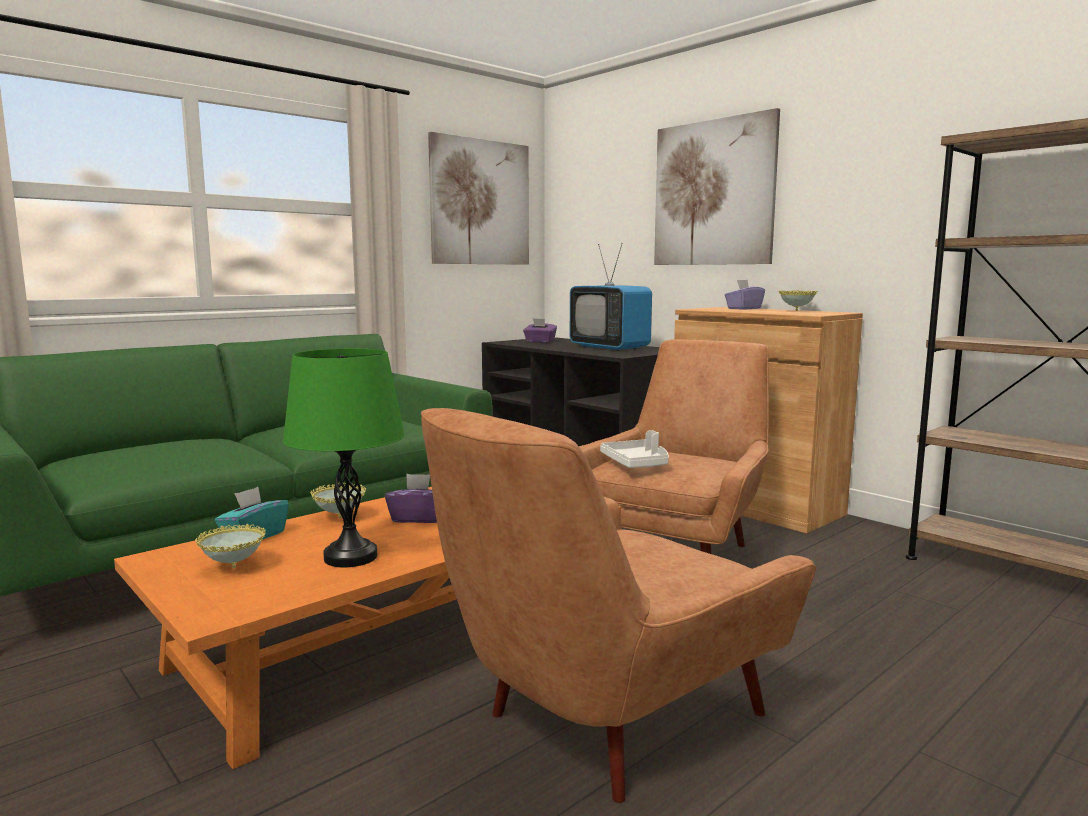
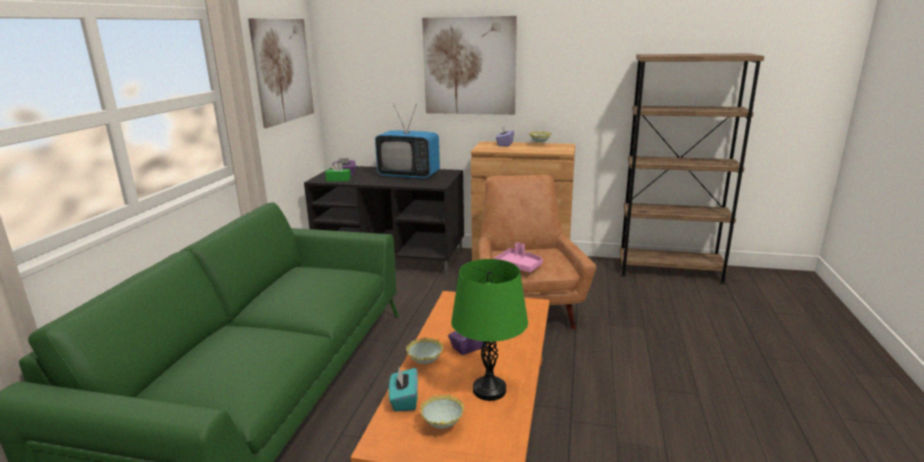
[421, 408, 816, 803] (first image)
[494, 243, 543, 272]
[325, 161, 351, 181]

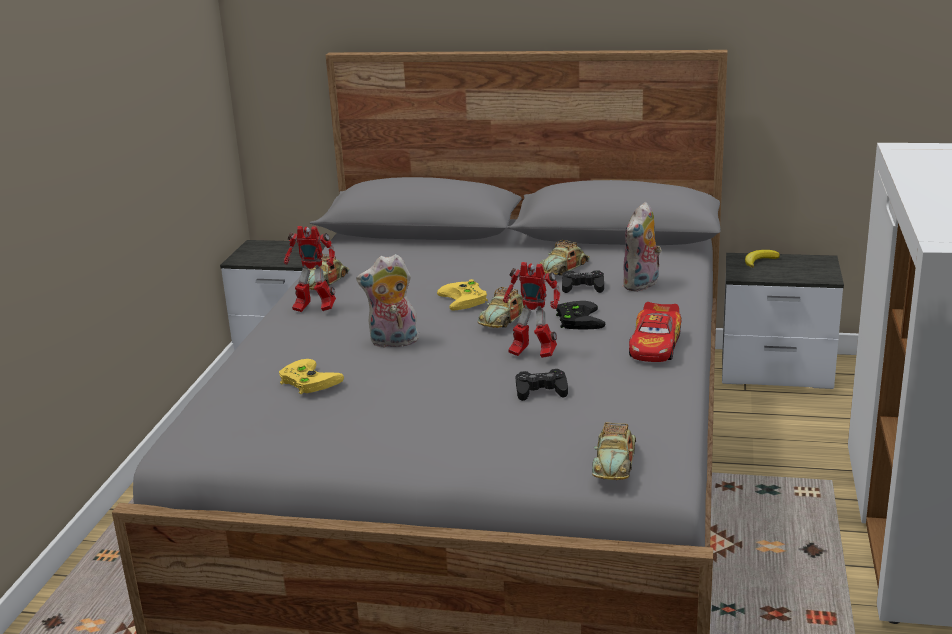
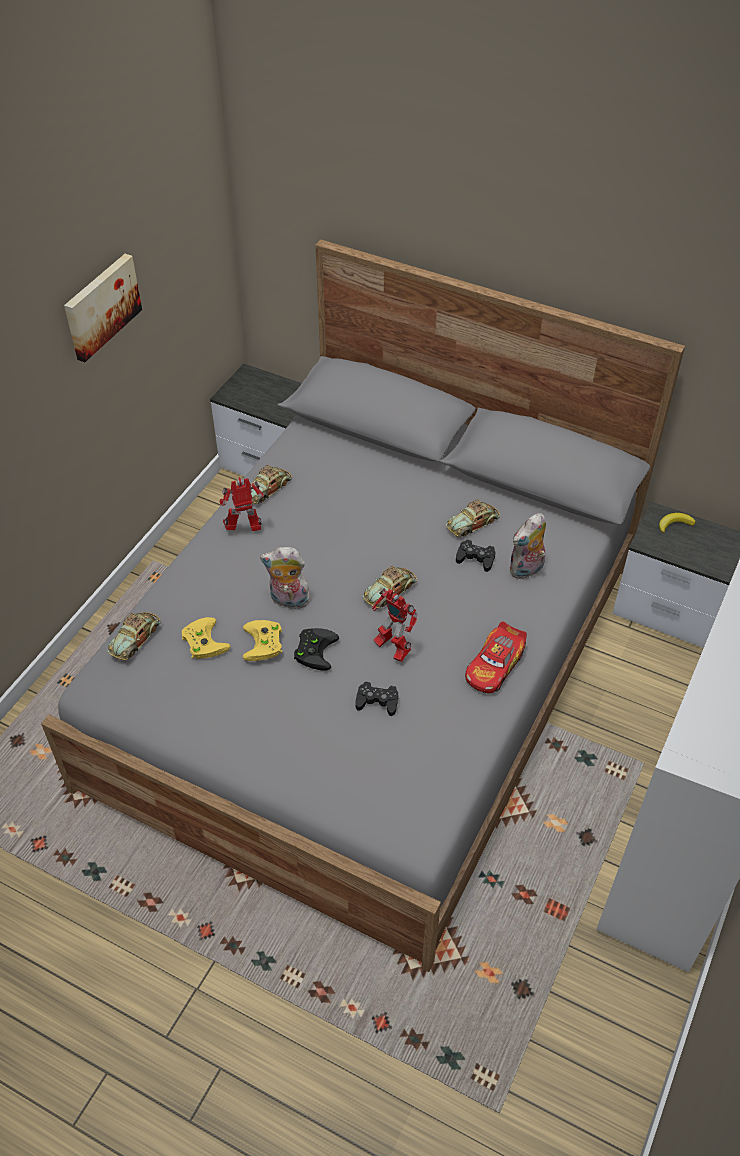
[220, 477, 264, 531]
[243, 620, 282, 661]
[294, 628, 339, 671]
[107, 612, 161, 660]
[64, 254, 142, 362]

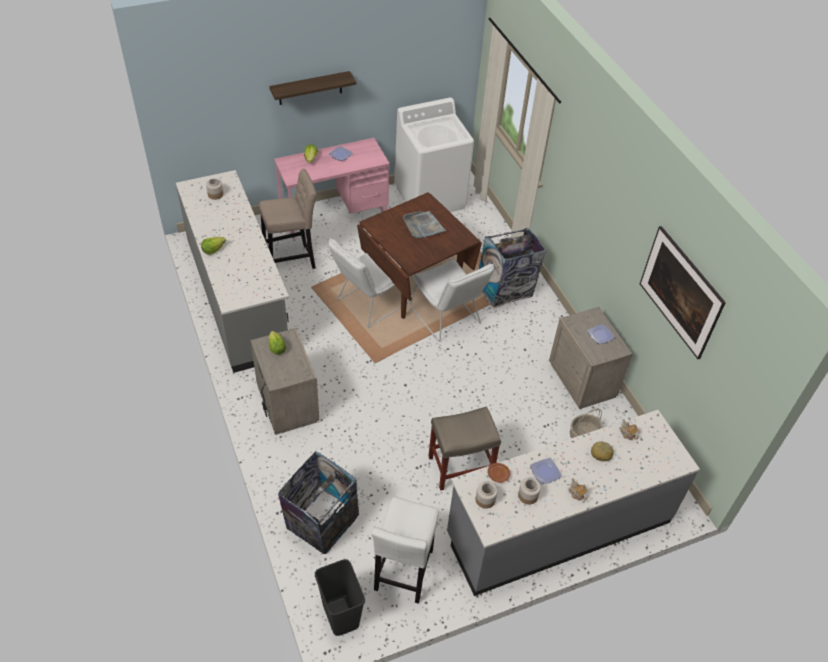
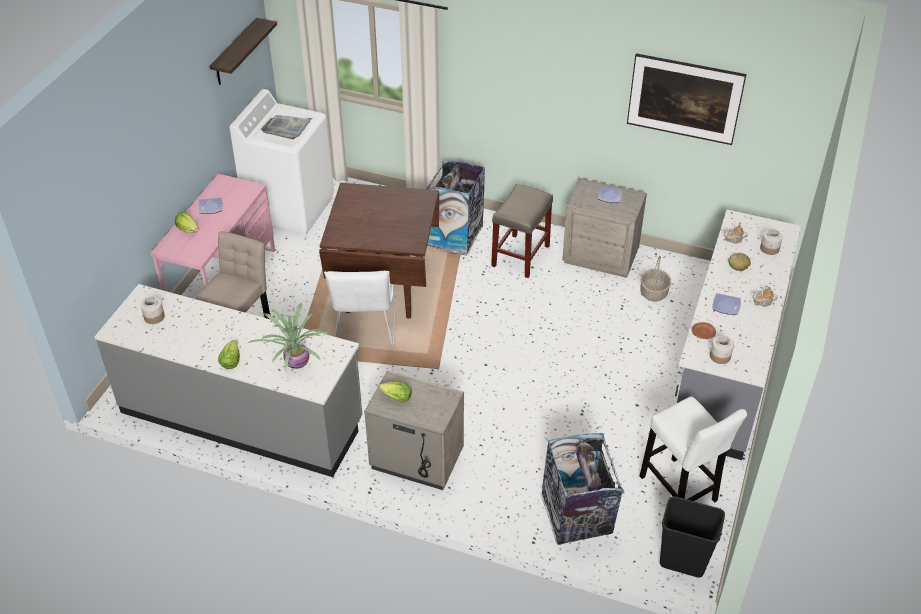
[210, 18, 277, 85]
[261, 115, 312, 139]
[410, 259, 494, 342] (first image)
[491, 184, 553, 278]
[760, 229, 783, 255]
[248, 302, 330, 372]

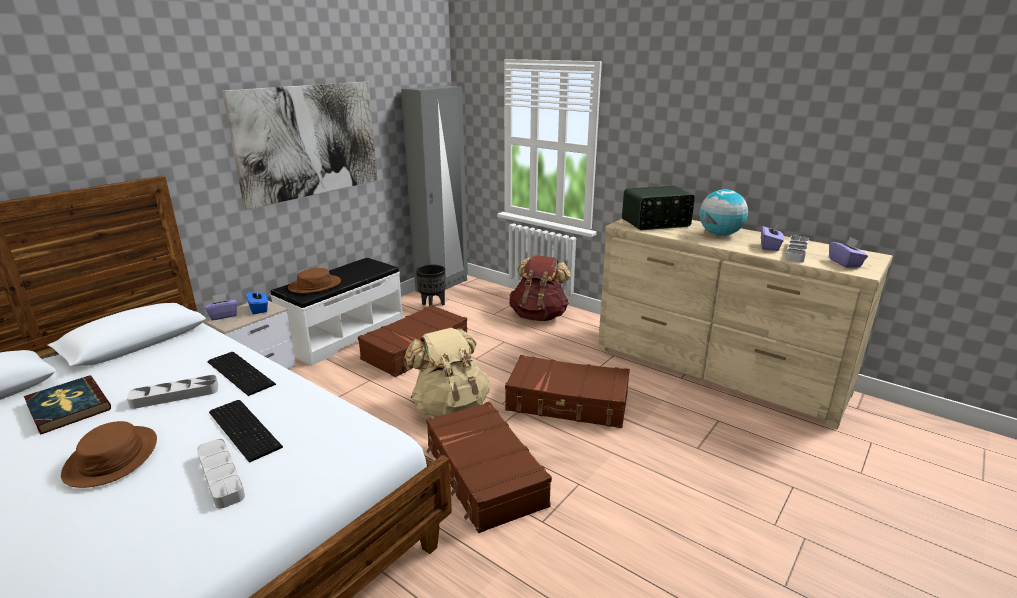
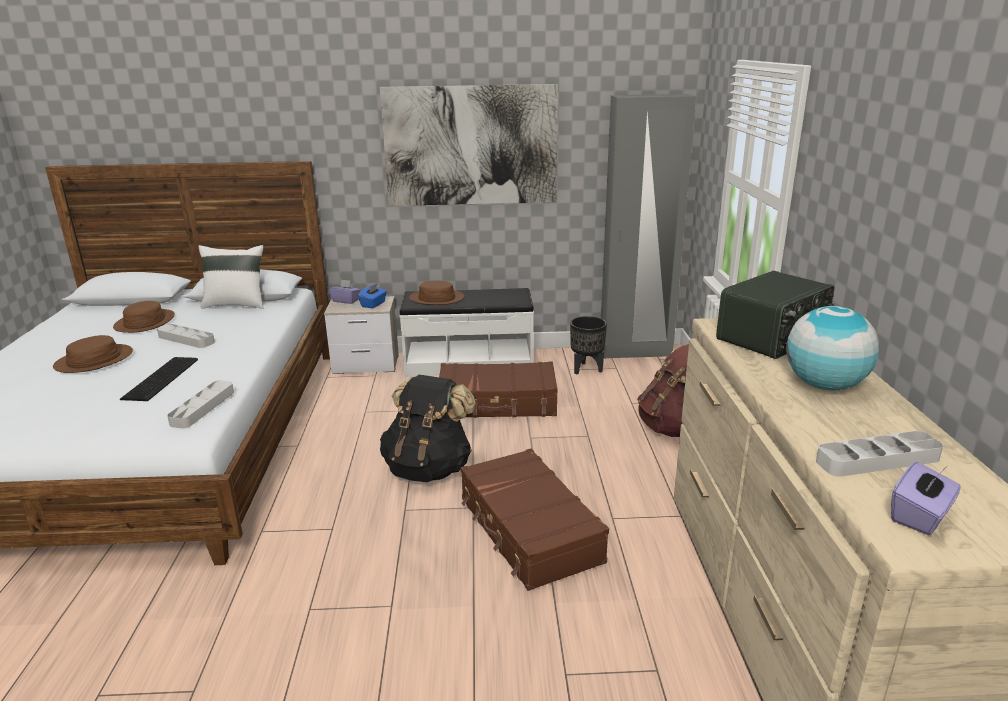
[113, 301, 175, 333]
[167, 380, 234, 429]
[207, 352, 276, 396] (first image)
[380, 375, 476, 482]
[426, 402, 552, 533] (first image)
[716, 271, 835, 359]
[761, 223, 784, 251] (first image)
[198, 245, 263, 309]

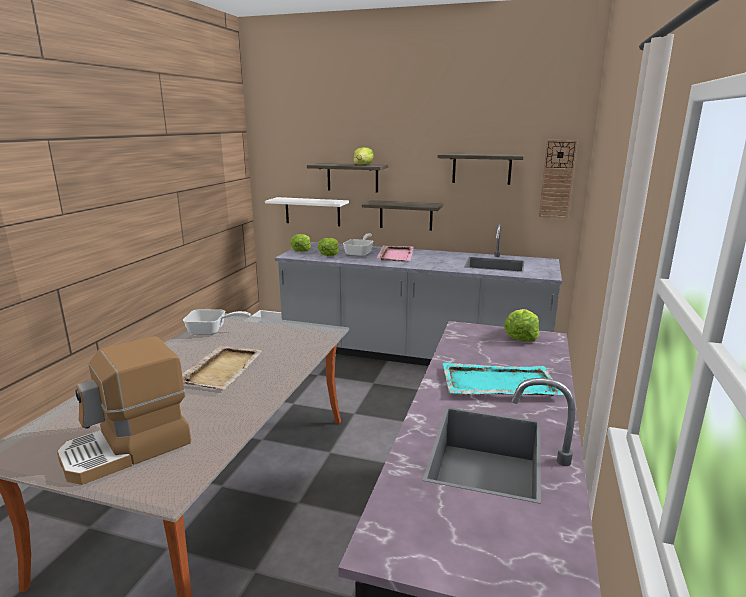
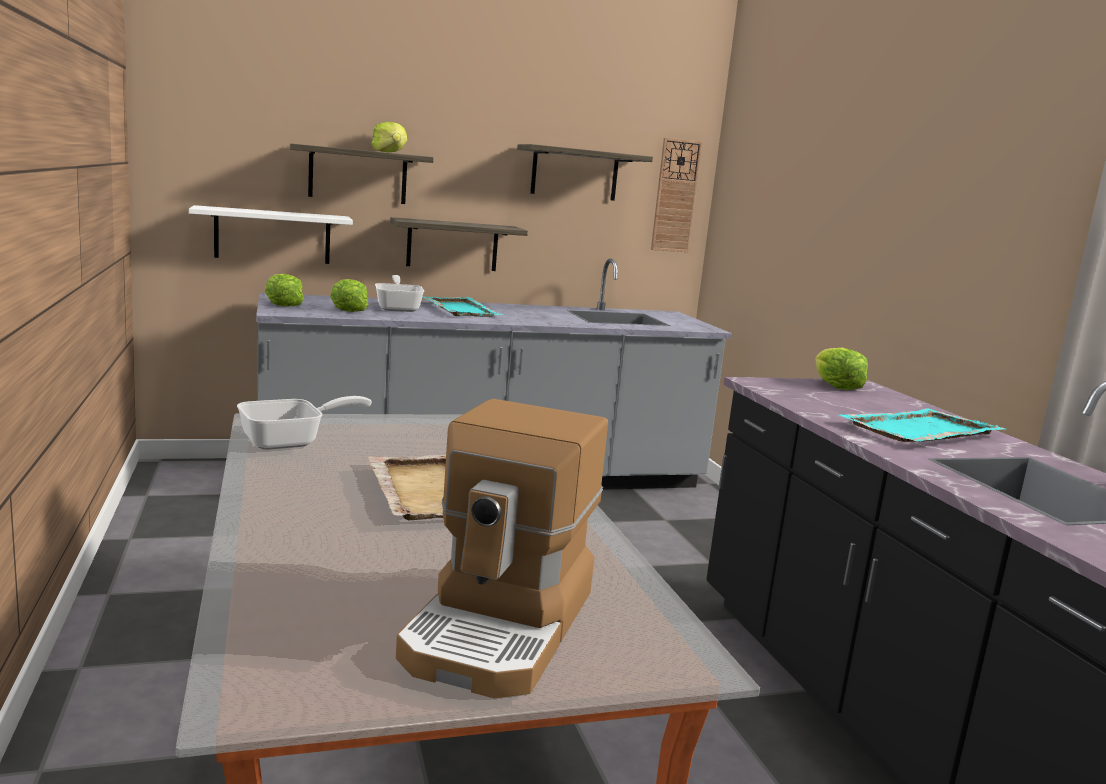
[422, 296, 503, 317]

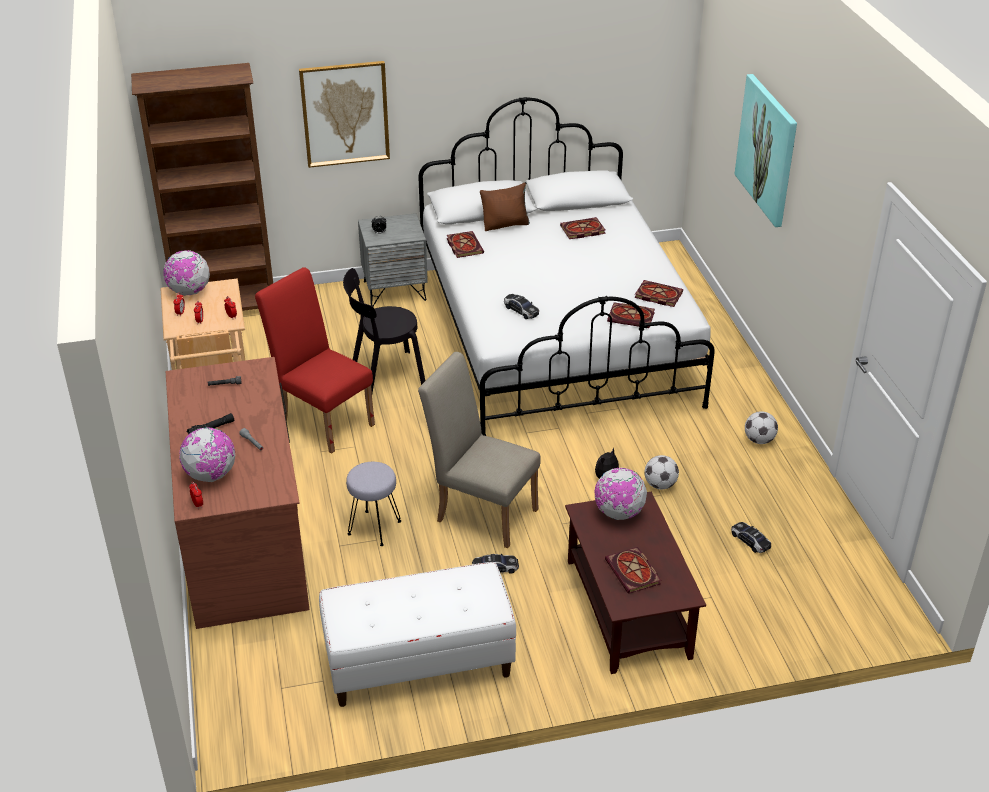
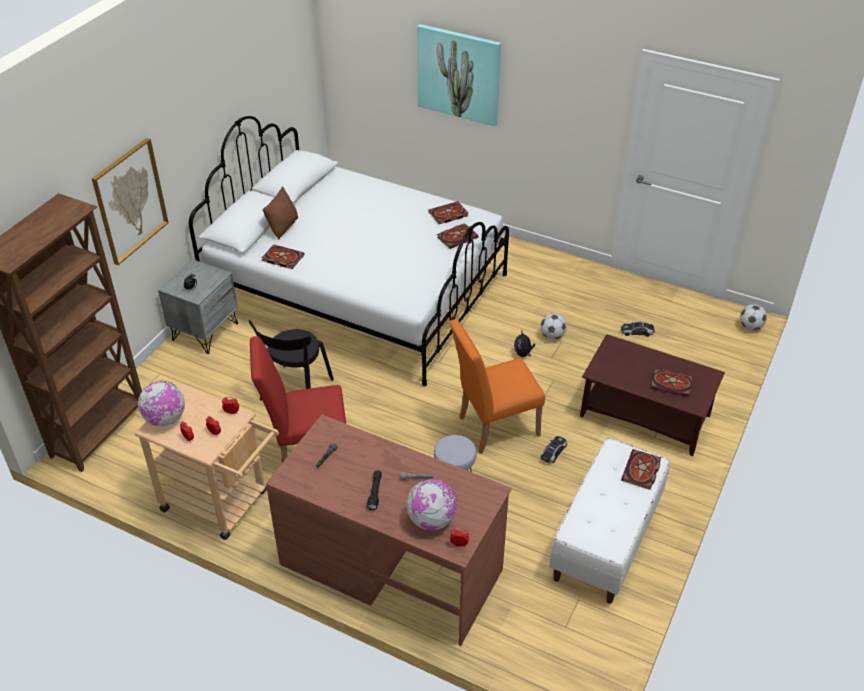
[449, 319, 545, 454]
[504, 294, 539, 319] (first image)
[621, 449, 661, 490]
[595, 468, 647, 520] (first image)
[740, 304, 767, 330]

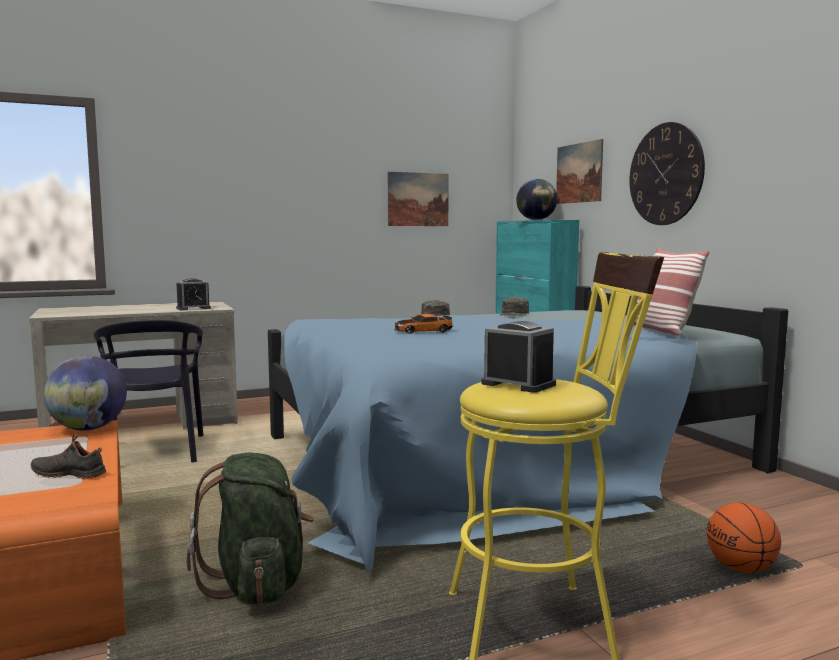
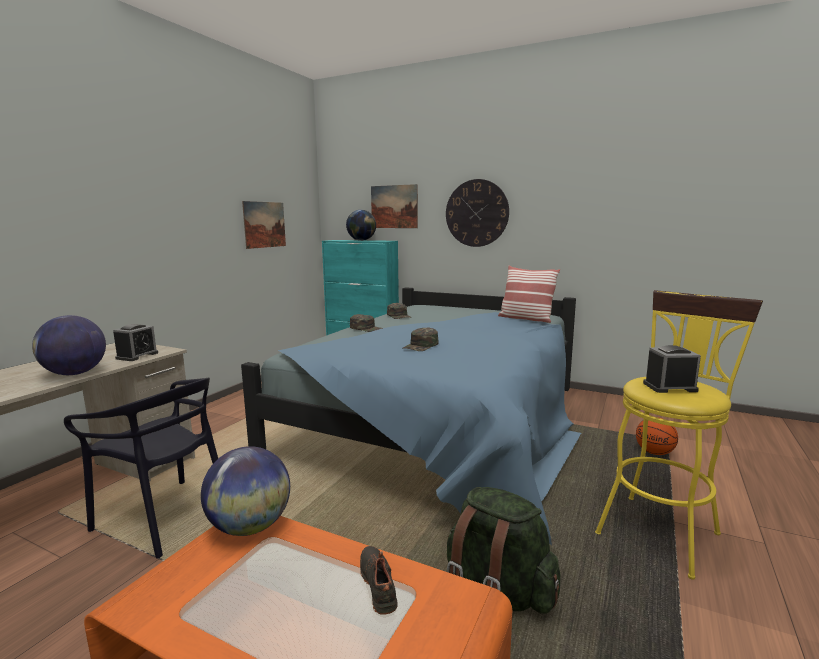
[360, 546, 398, 615]
[403, 327, 439, 351]
[32, 315, 106, 375]

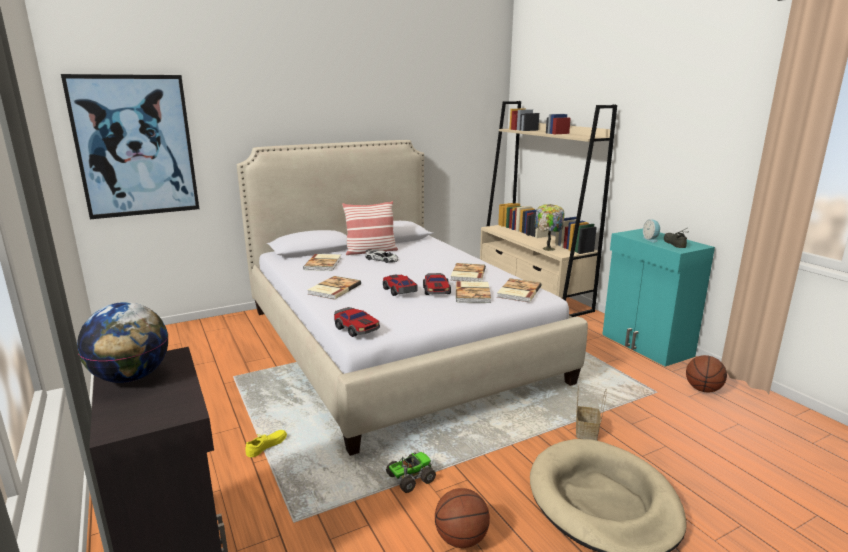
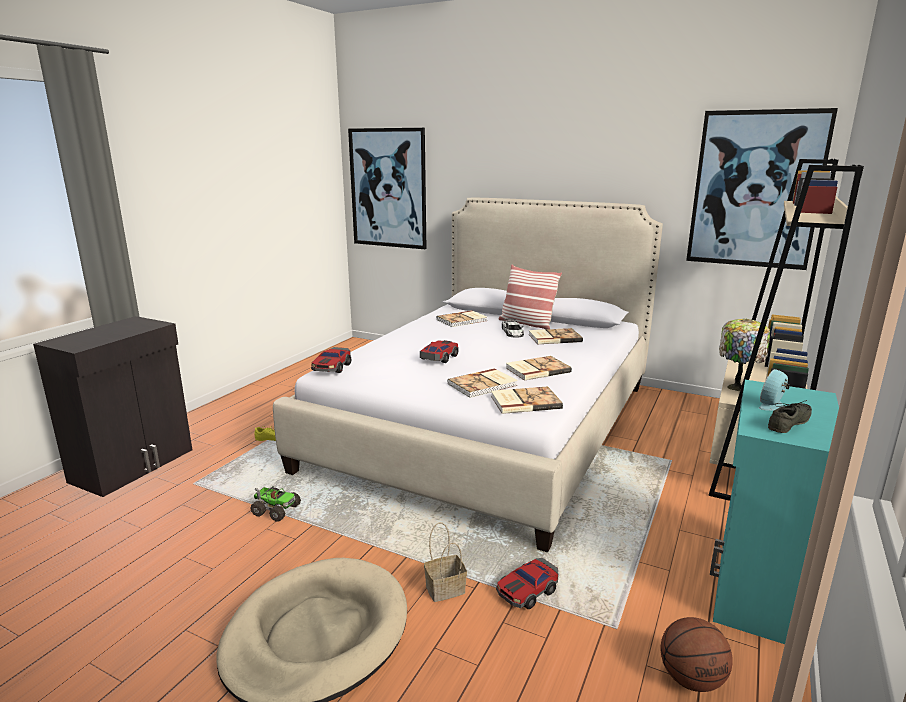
[77, 302, 168, 383] (first image)
[529, 328, 583, 344]
[496, 558, 559, 609]
[435, 488, 490, 548] (first image)
[686, 108, 838, 270]

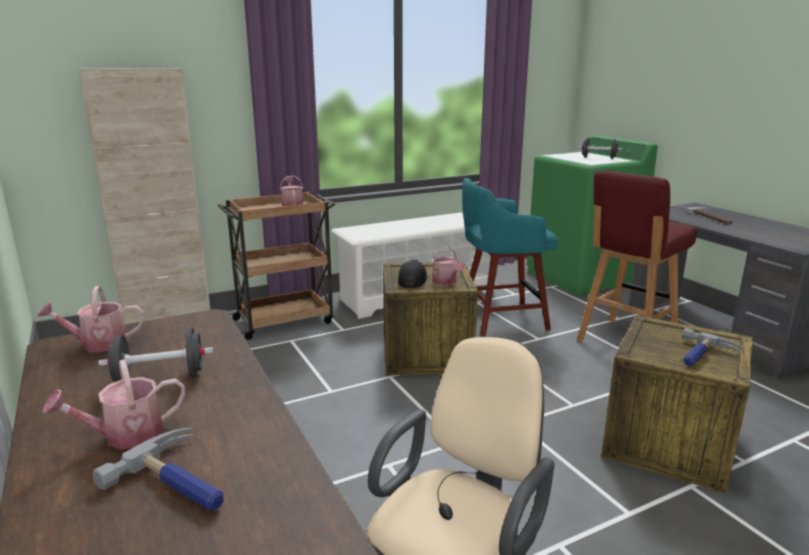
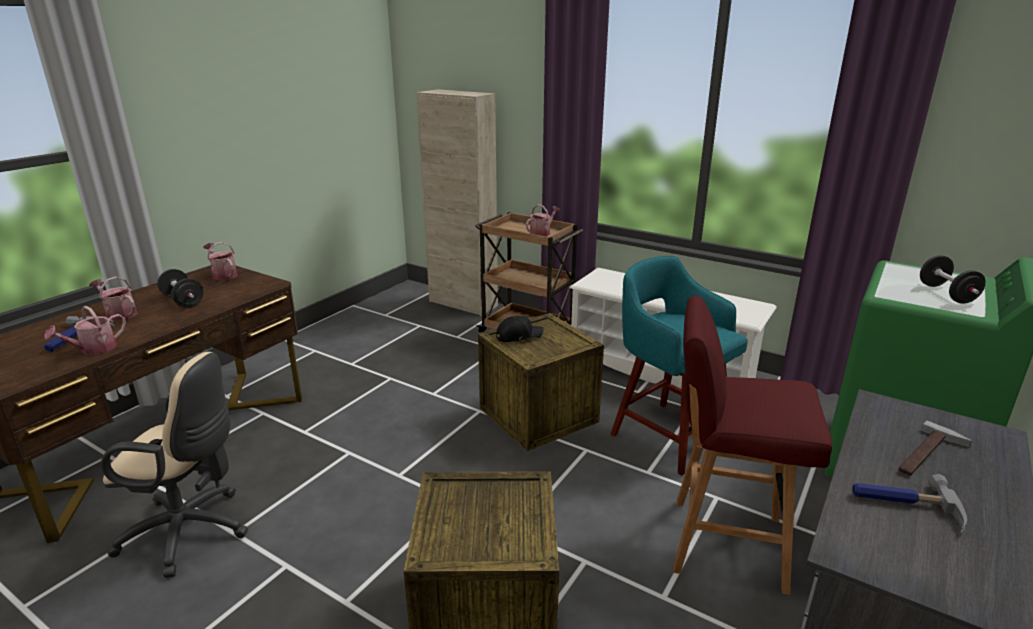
[44, 306, 126, 355]
[852, 474, 967, 534]

